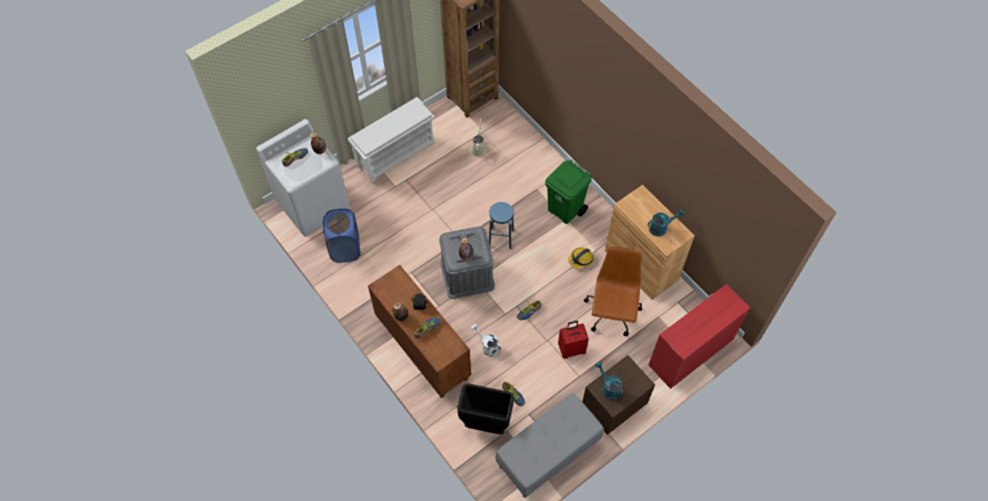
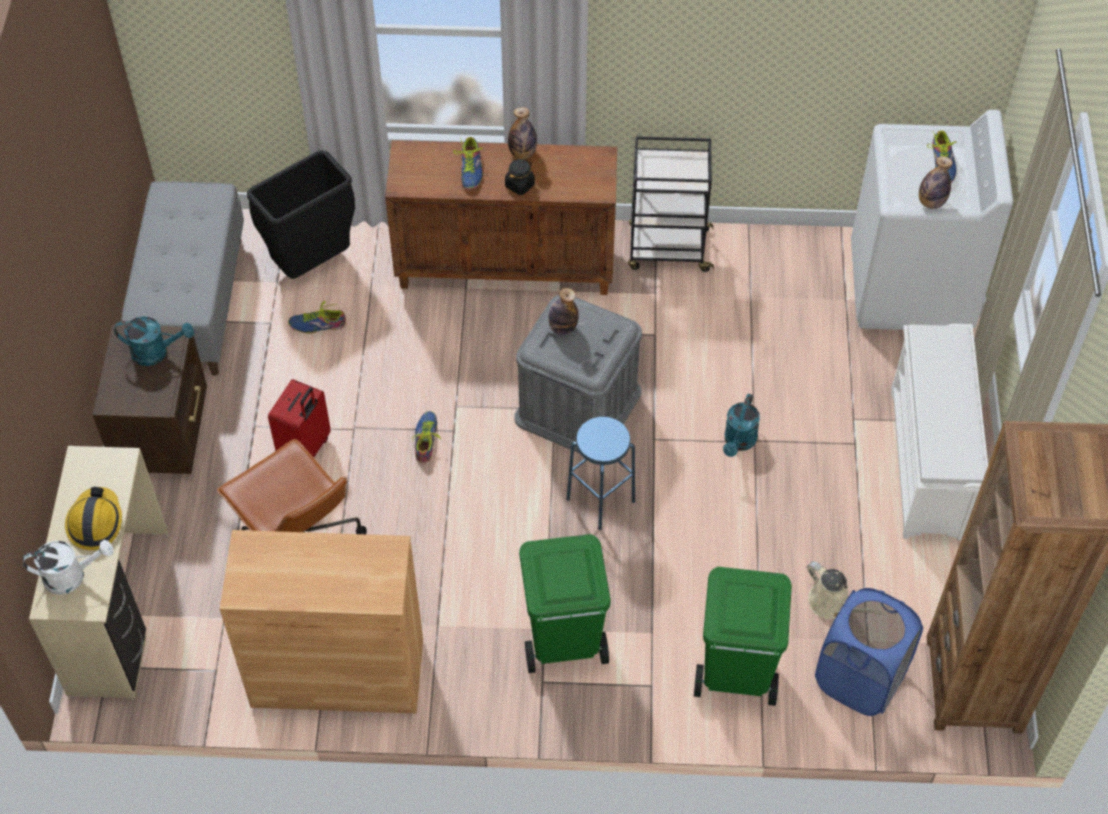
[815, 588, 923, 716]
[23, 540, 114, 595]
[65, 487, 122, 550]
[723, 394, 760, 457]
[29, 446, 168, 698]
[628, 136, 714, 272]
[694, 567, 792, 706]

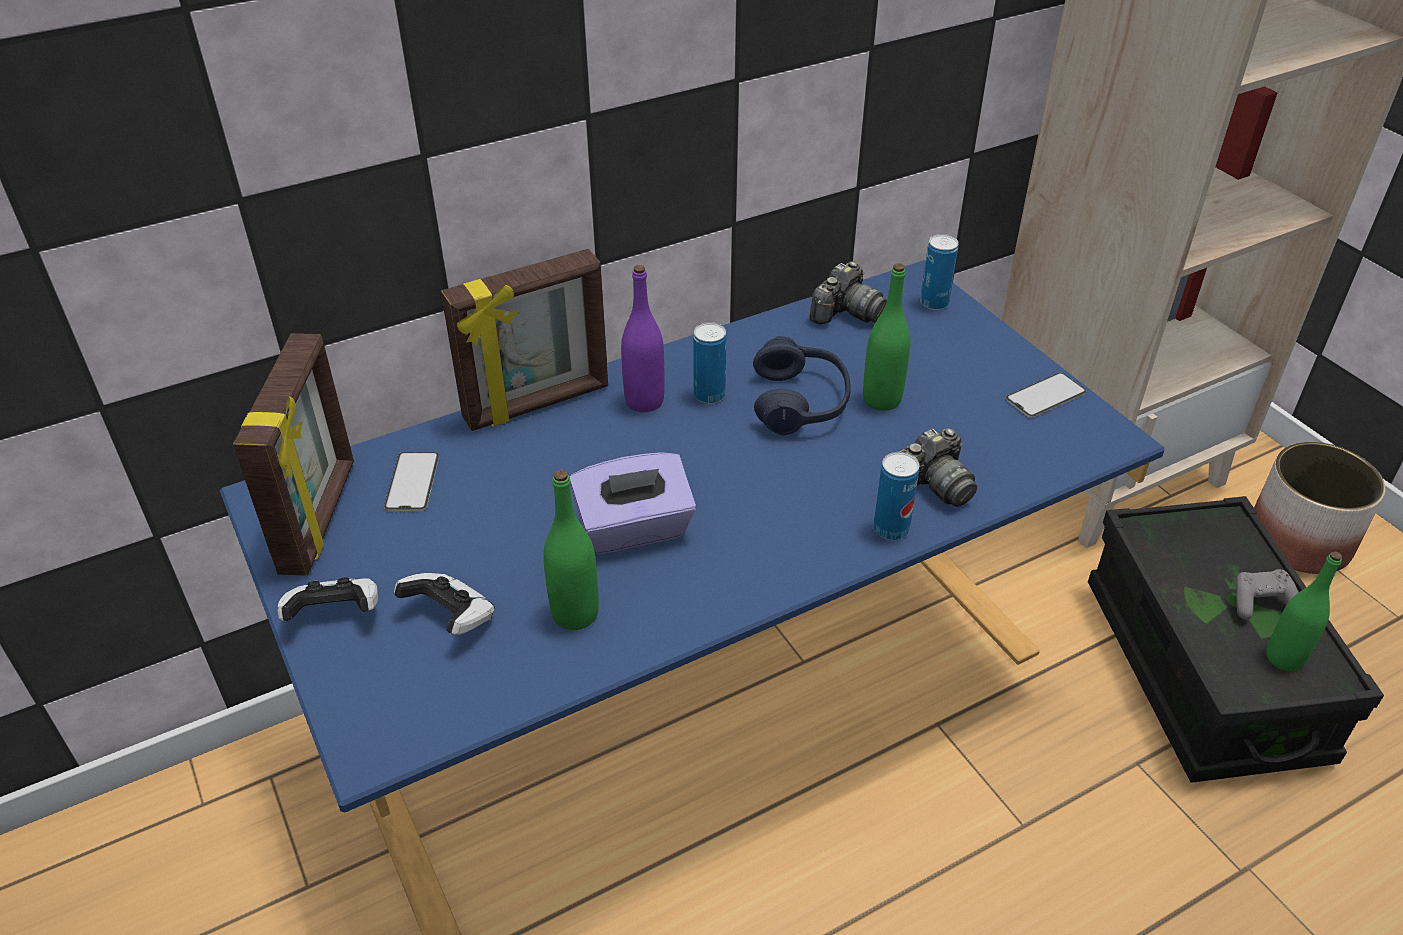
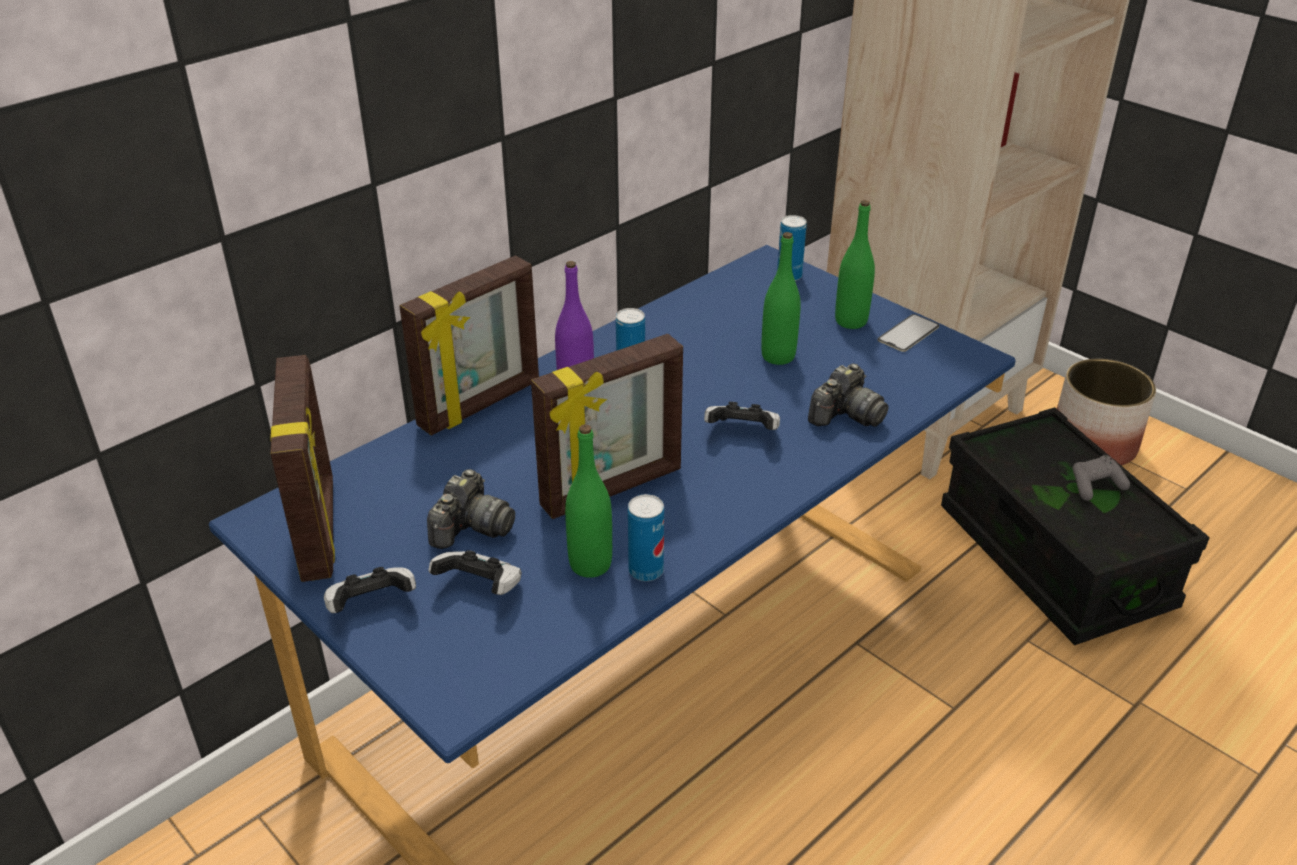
[384, 452, 439, 511] (first image)
[531, 334, 683, 519]
[753, 336, 850, 435] (first image)
[427, 469, 515, 549]
[628, 494, 664, 581]
[835, 200, 875, 329]
[704, 402, 780, 430]

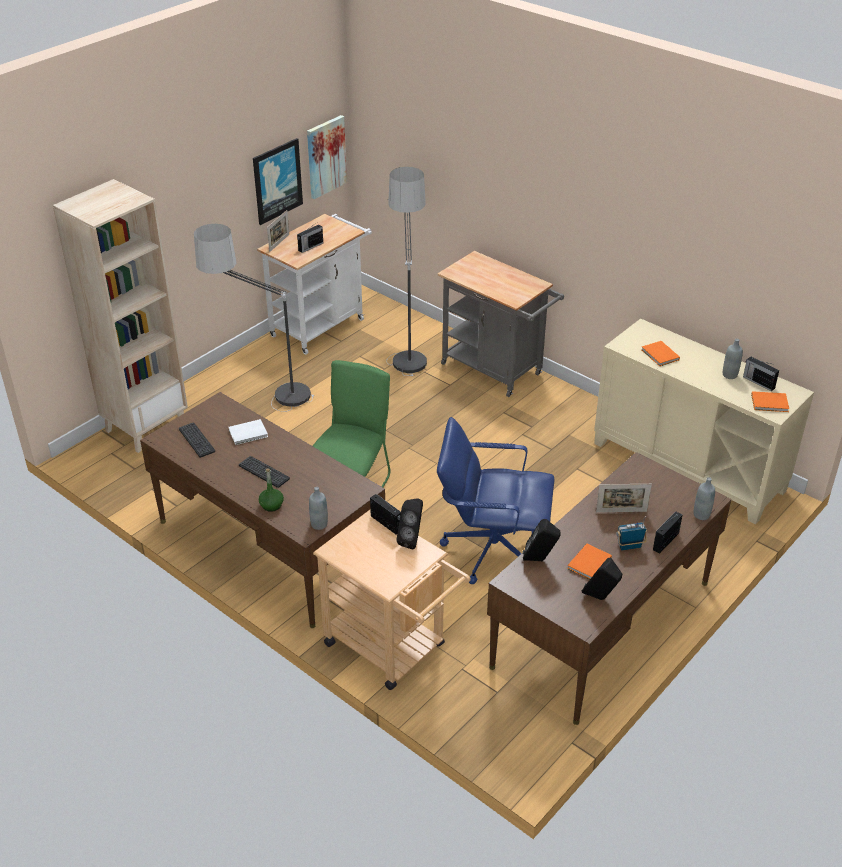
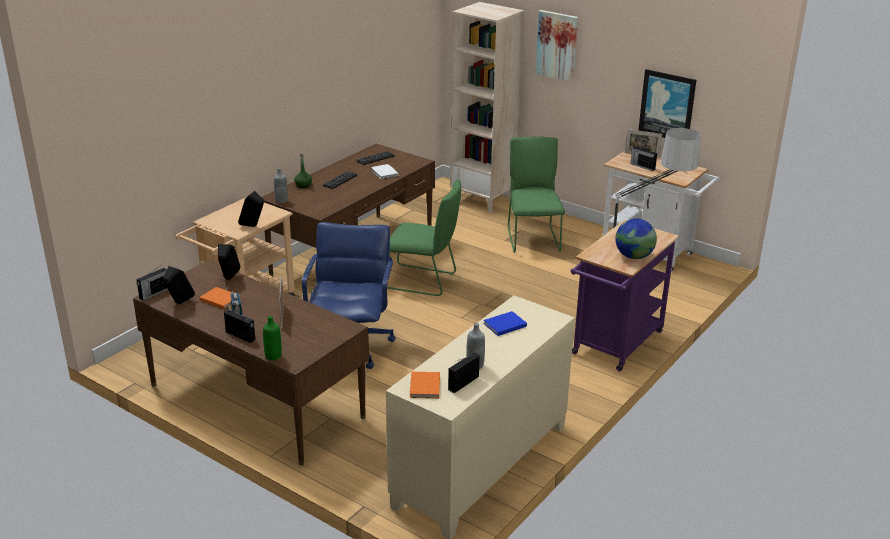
[508, 136, 565, 253]
[535, 10, 578, 82]
[136, 268, 168, 301]
[570, 220, 679, 372]
[484, 311, 527, 336]
[263, 316, 282, 360]
[615, 219, 657, 259]

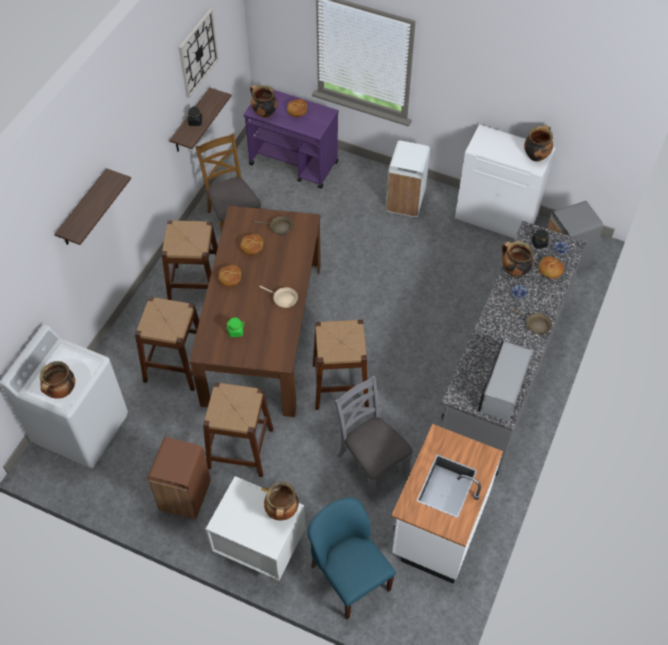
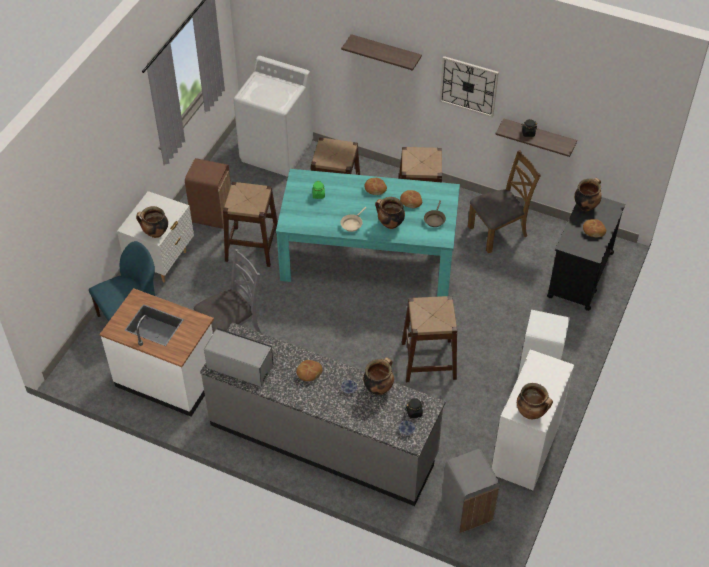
[375, 197, 405, 229]
[439, 56, 499, 118]
[276, 169, 460, 297]
[547, 197, 625, 311]
[402, 296, 457, 382]
[510, 308, 552, 334] (first image)
[296, 360, 323, 381]

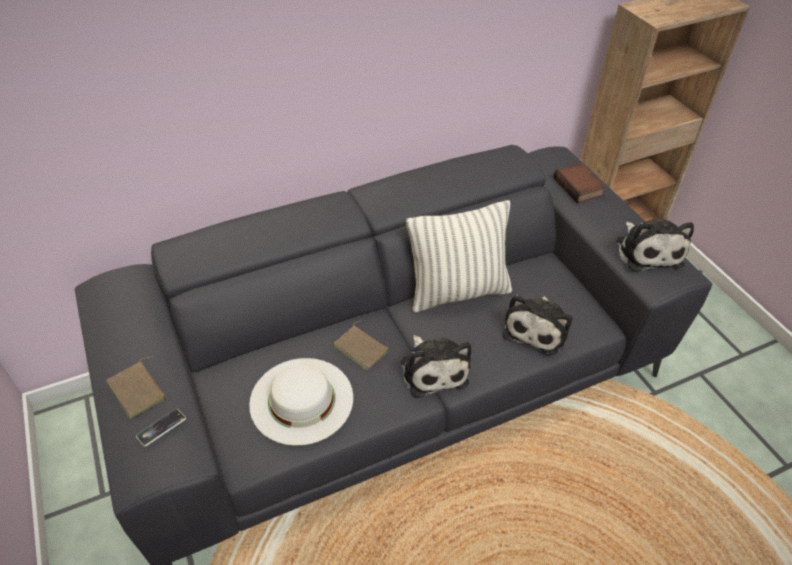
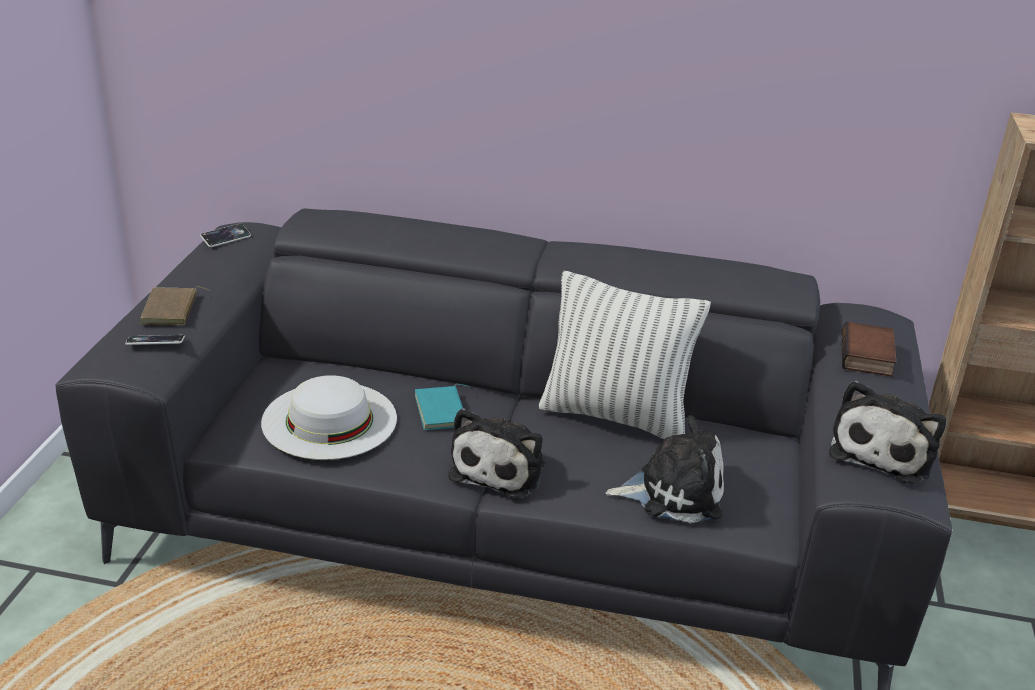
[415, 384, 470, 430]
[605, 415, 724, 523]
[200, 223, 251, 247]

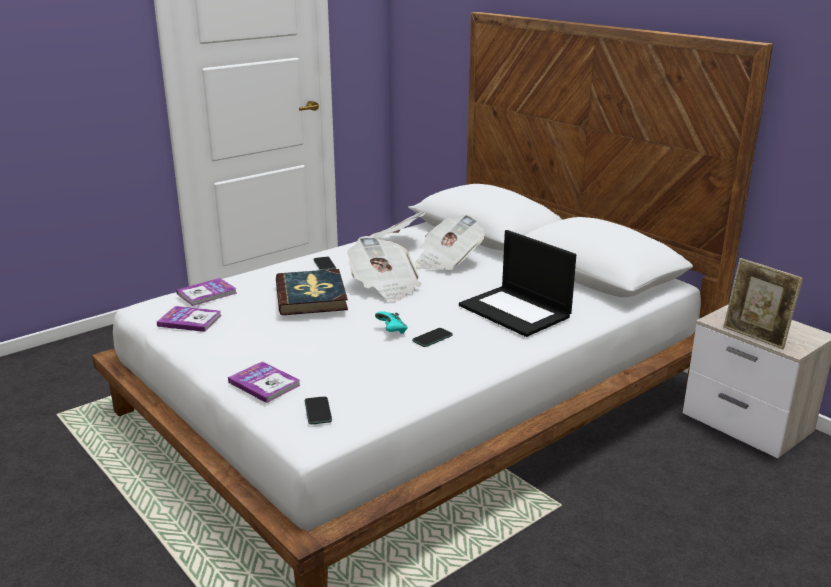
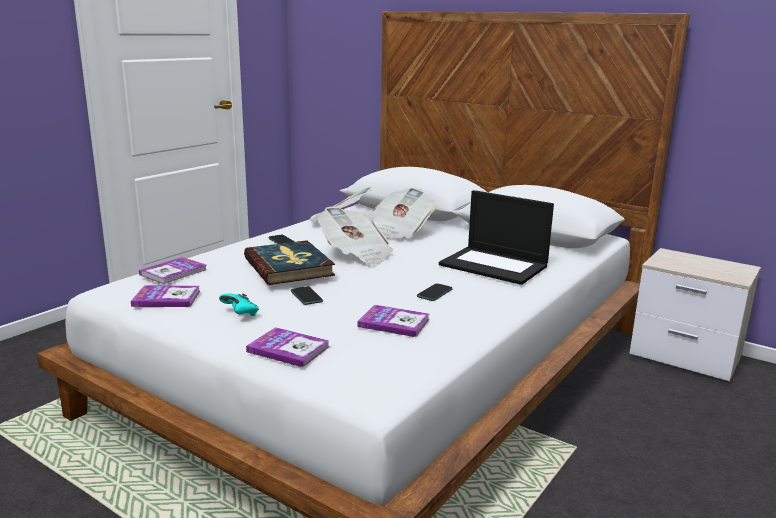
[291, 286, 323, 305]
[219, 293, 259, 316]
[723, 258, 803, 349] (first image)
[357, 305, 430, 337]

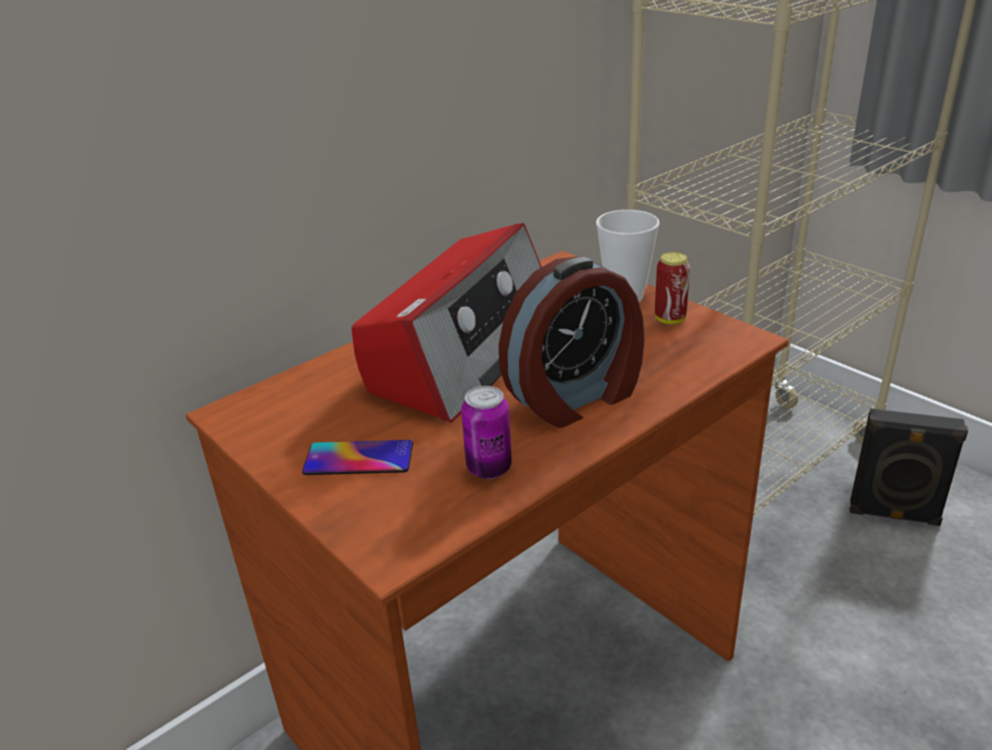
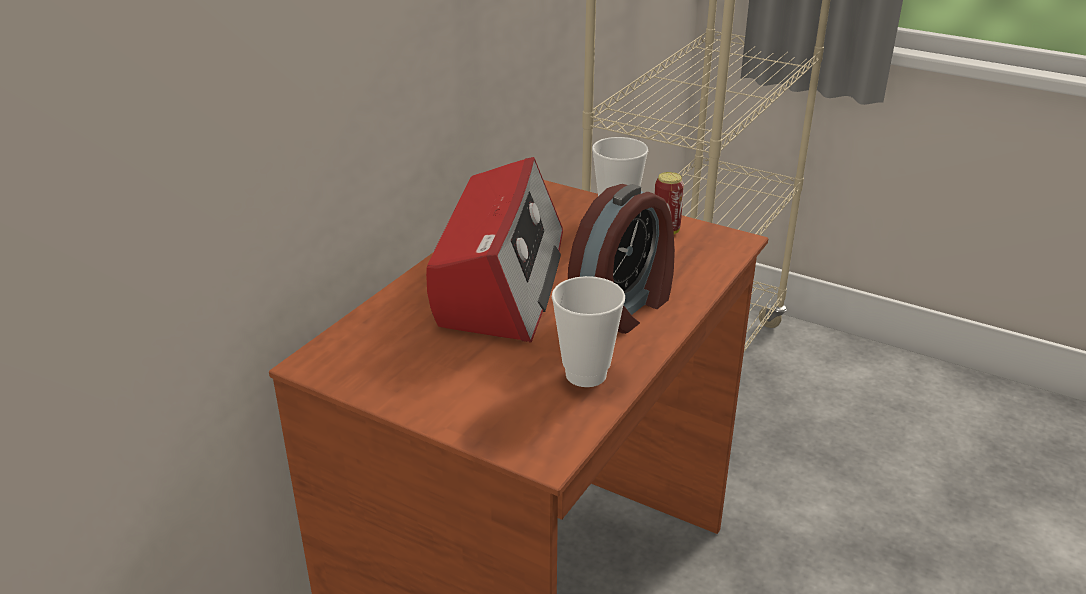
[302, 440, 413, 475] (first image)
[552, 276, 625, 387]
[850, 409, 968, 526] (first image)

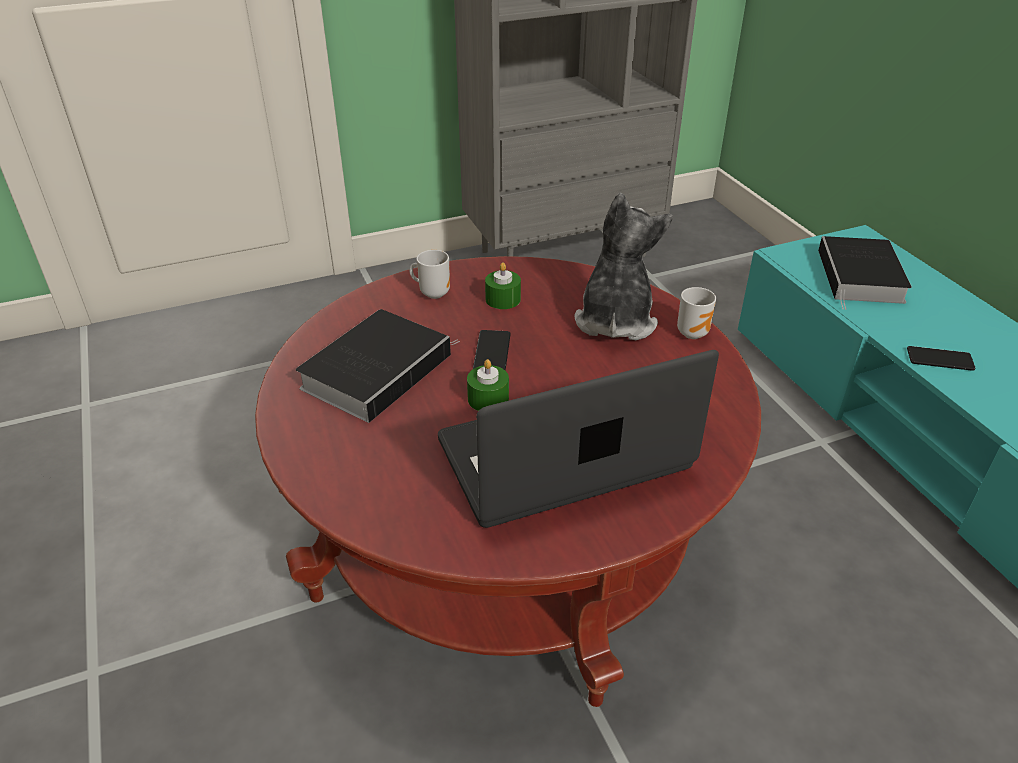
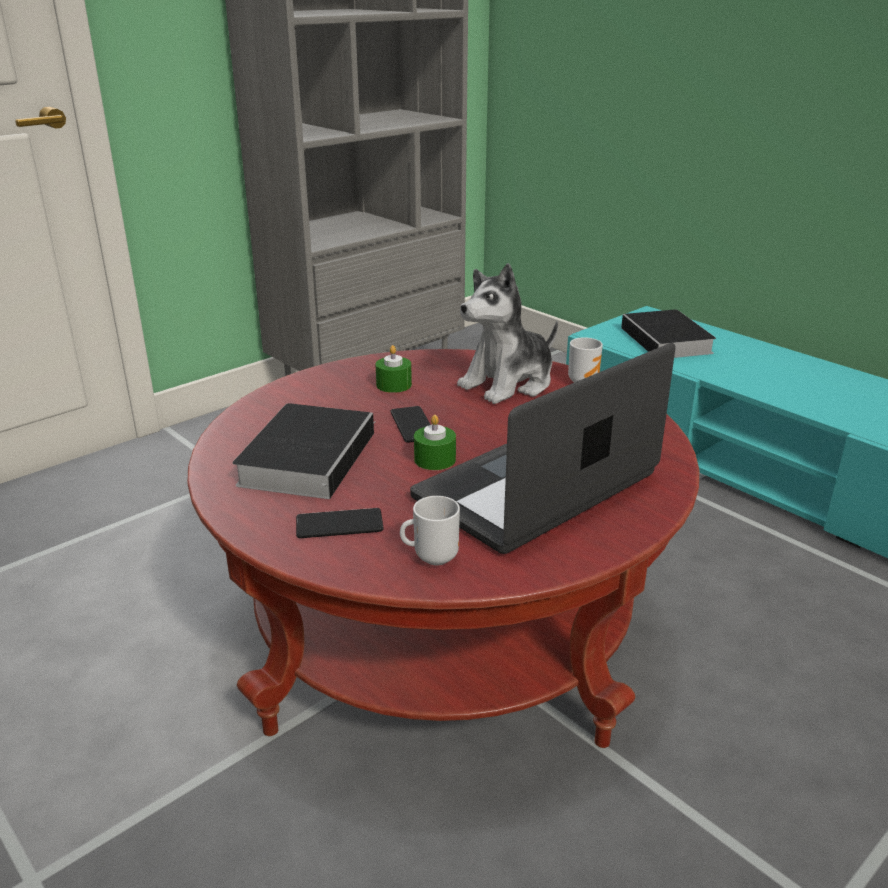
[400, 496, 460, 566]
[457, 263, 558, 404]
[296, 508, 383, 538]

